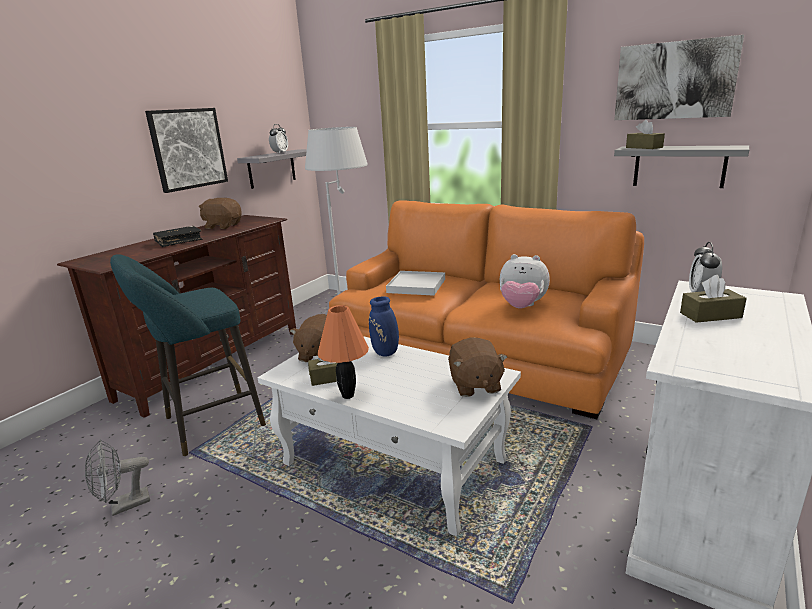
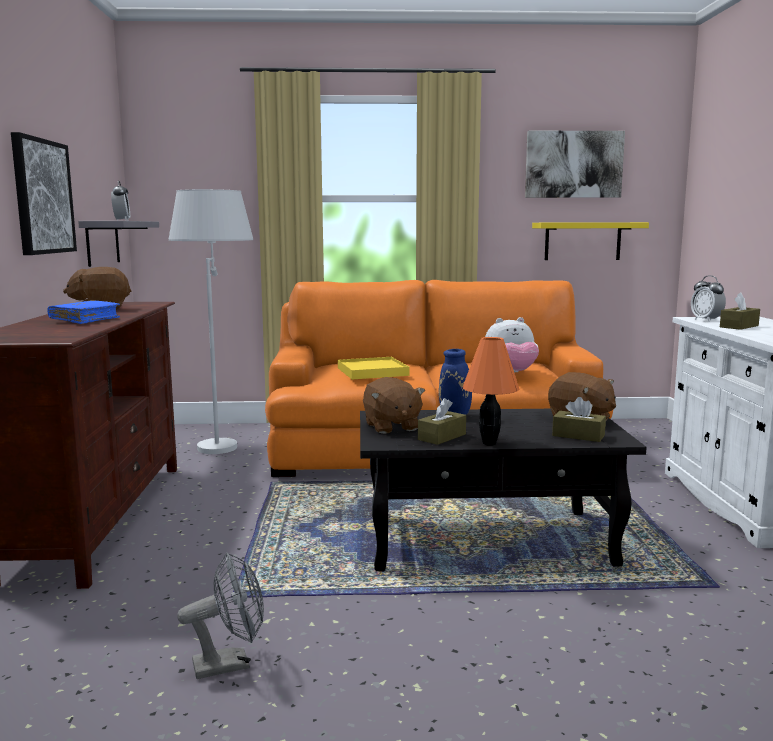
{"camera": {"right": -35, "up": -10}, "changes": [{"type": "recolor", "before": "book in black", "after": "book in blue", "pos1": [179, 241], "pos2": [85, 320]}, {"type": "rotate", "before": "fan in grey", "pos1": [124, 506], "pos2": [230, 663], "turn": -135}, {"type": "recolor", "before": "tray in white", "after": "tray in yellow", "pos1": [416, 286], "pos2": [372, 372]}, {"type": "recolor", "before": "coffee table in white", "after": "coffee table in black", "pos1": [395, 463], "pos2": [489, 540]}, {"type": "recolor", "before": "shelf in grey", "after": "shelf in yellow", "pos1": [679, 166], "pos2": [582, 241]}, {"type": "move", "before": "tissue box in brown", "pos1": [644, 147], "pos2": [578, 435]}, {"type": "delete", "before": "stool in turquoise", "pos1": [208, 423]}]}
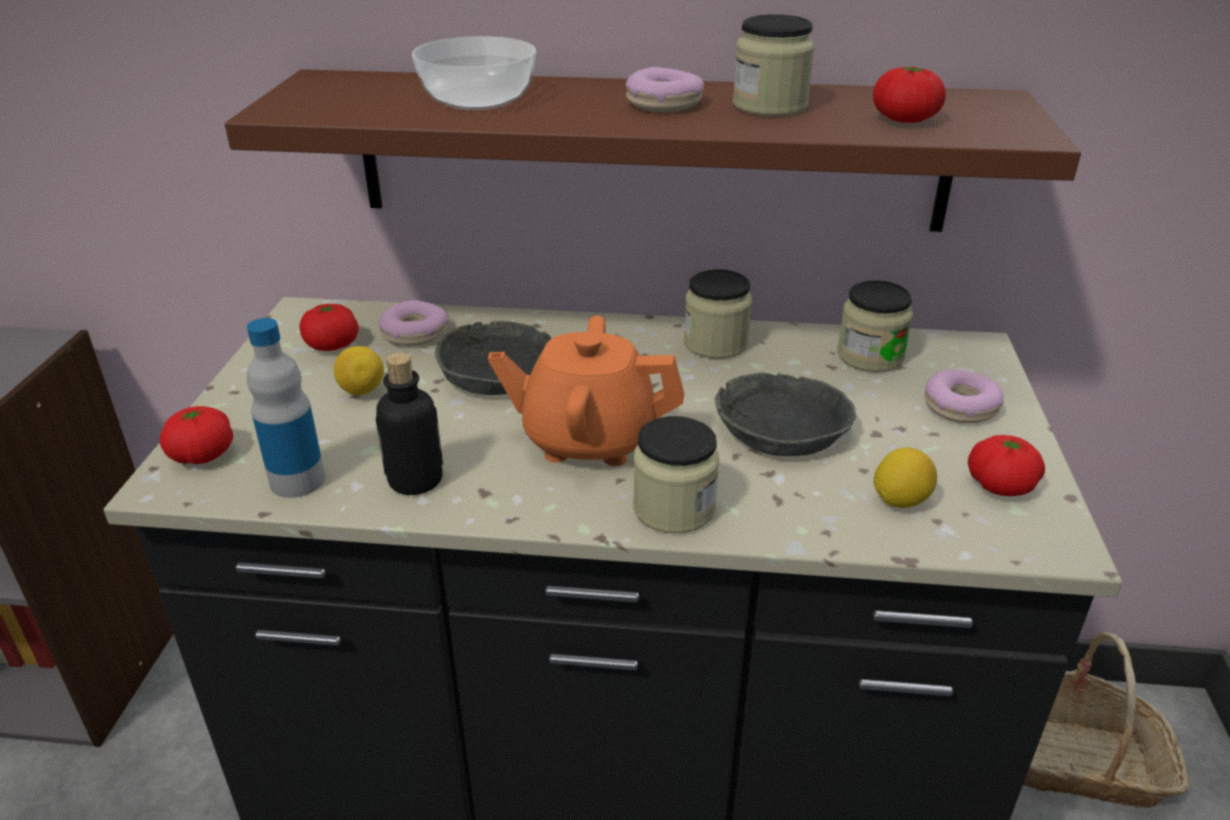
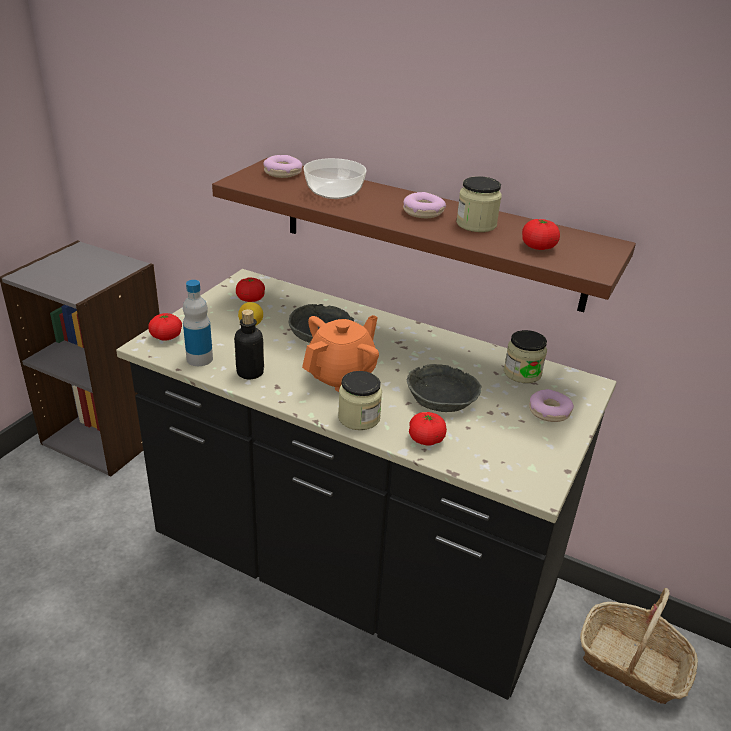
{"camera": {"right": 20, "up": 0}, "changes": [{"type": "move", "before": "donut", "pos1": [415, 333], "pos2": [283, 173]}, {"type": "rotate", "before": "teapot in orange", "pos1": [588, 439], "pos2": [341, 375], "turn": 105}, {"type": "move", "before": "tomato", "pos1": [1000, 486], "pos2": [426, 439]}, {"type": "delete", "before": "jar", "pos1": [715, 343]}, {"type": "delete", "before": "lemon", "pos1": [900, 500]}]}
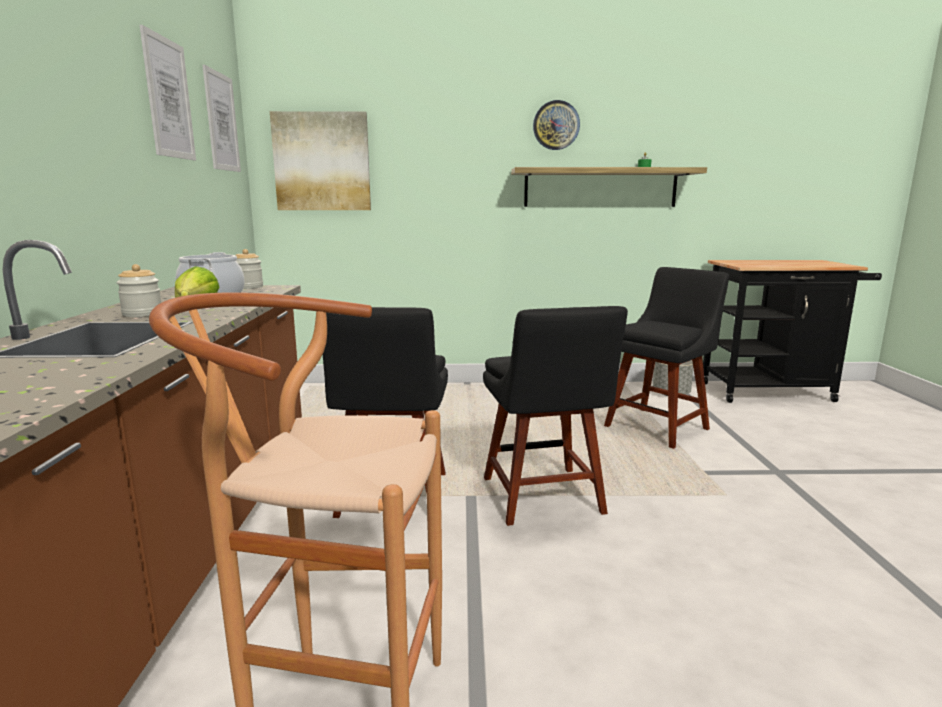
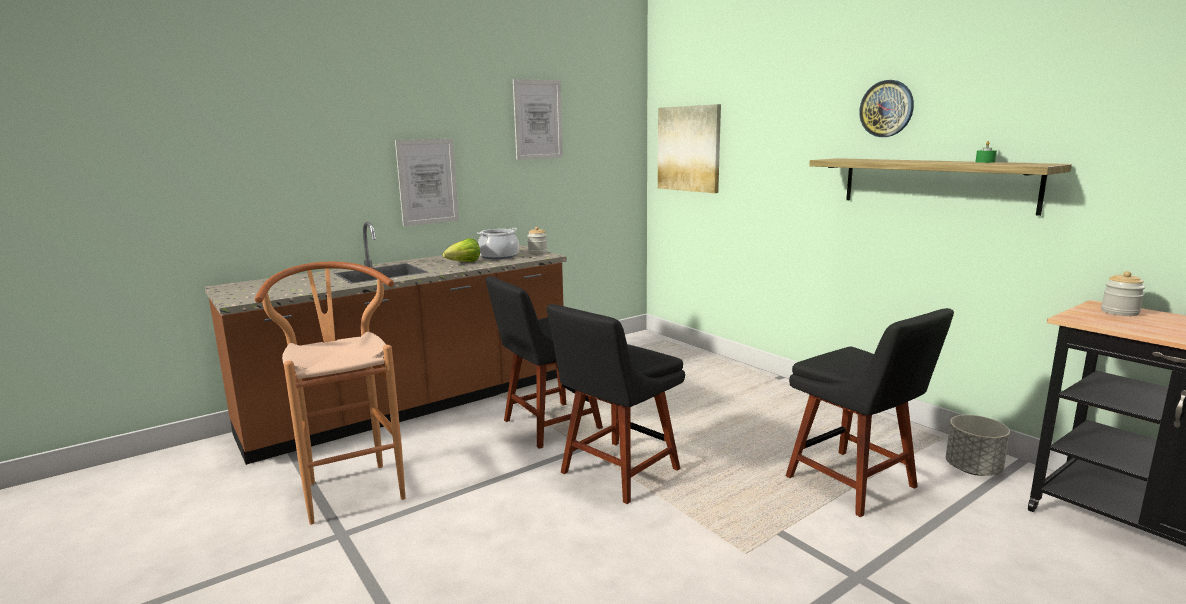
{"camera": {"right": 55, "up": 0}, "changes": [{"type": "move", "before": "picture", "pos1": [222, 122], "pos2": [427, 181]}, {"type": "rotate", "before": "chair in black", "pos1": [659, 426], "pos2": [856, 484], "turn": 45}, {"type": "move", "before": "jar", "pos1": [142, 314], "pos2": [1119, 312]}]}
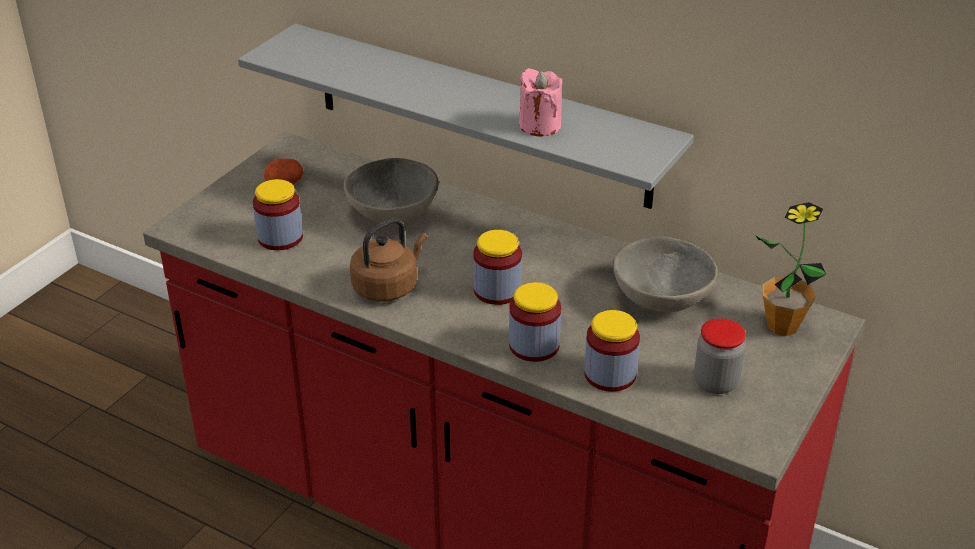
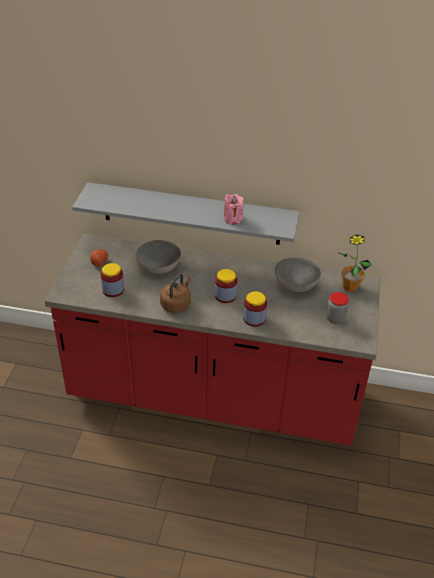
{"camera": {"right": -20, "up": 5}, "changes": [{"type": "delete", "before": "jar", "pos1": [610, 374]}]}
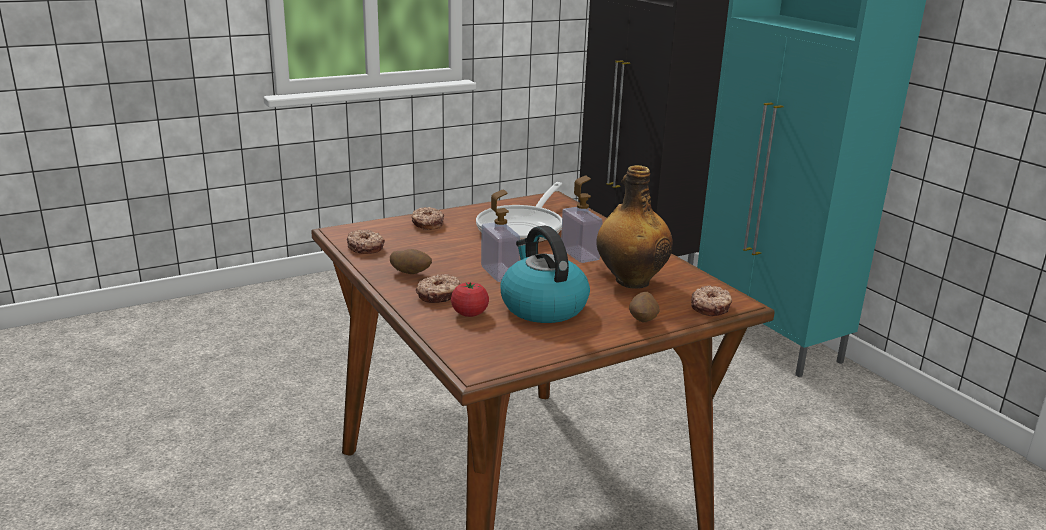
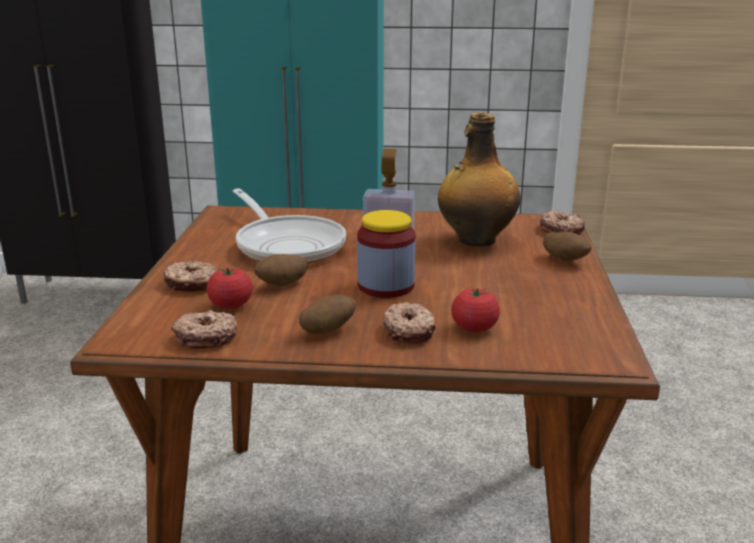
{"camera": {"right": -55, "up": 0}, "changes": [{"type": "insert", "after": "tomato", "pos2": [231, 305]}, {"type": "insert", "after": "potato", "pos2": [282, 285]}, {"type": "replace", "before": "soap dispenser", "after": "jar", "pos1": [499, 272], "pos2": [386, 286]}, {"type": "delete", "before": "kettle", "pos1": [542, 306]}]}
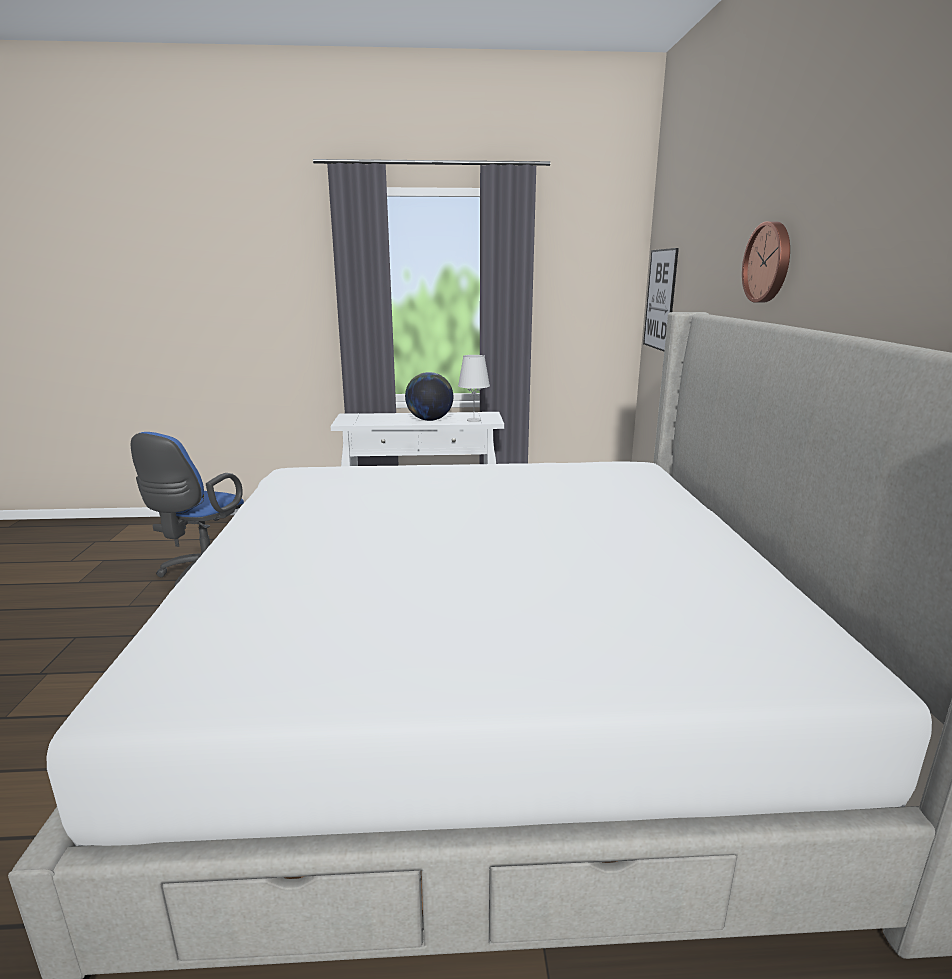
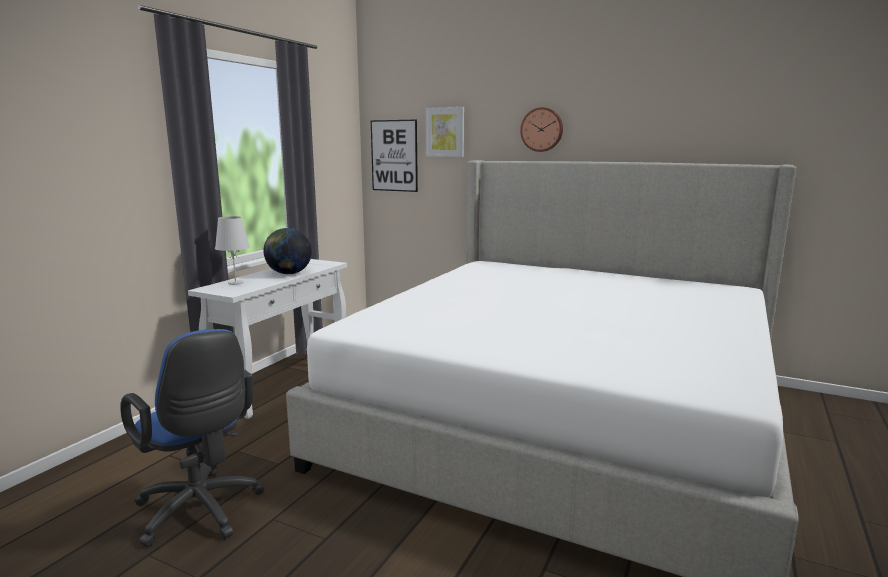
{"camera": {"right": -60, "up": -5}, "changes": [{"type": "move", "before": "table lamp in white", "pos1": [473, 420], "pos2": [235, 283]}, {"type": "insert", "after": "picture", "pos2": [445, 132]}]}
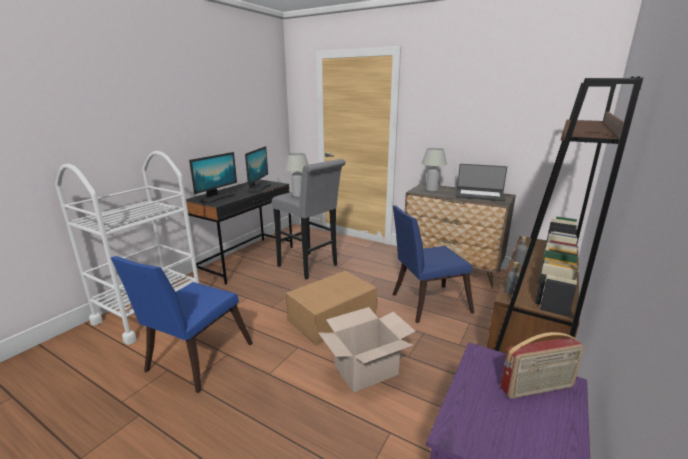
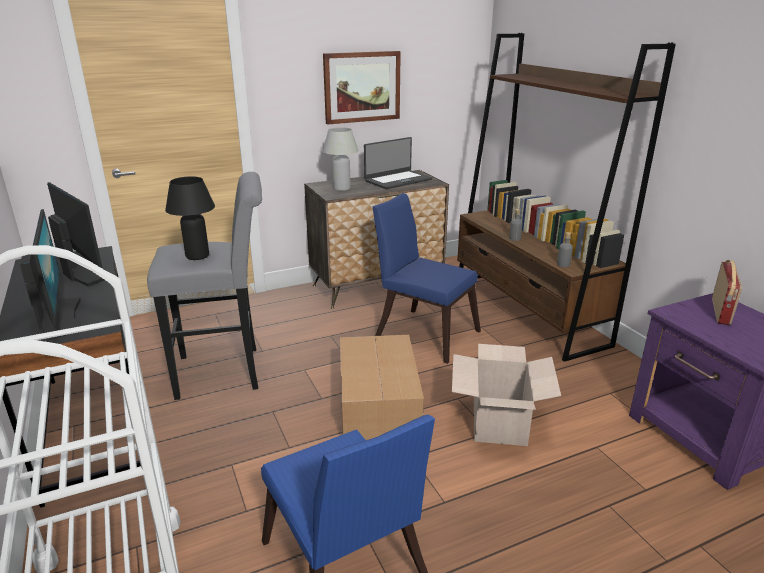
{"camera": {"right": -55, "up": 5}, "changes": [{"type": "recolor", "before": "table lamp in white", "after": "table lamp in black", "pos1": [298, 195], "pos2": [197, 256]}, {"type": "insert", "after": "picture", "pos2": [362, 87]}, {"type": "rotate", "before": "chair in blue", "pos1": [425, 303], "pos2": [422, 332], "turn": 105}]}
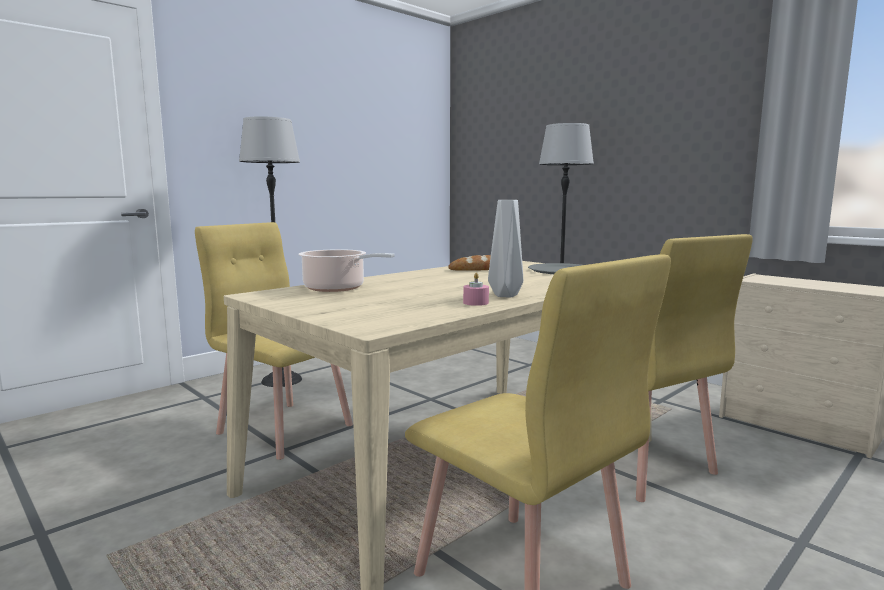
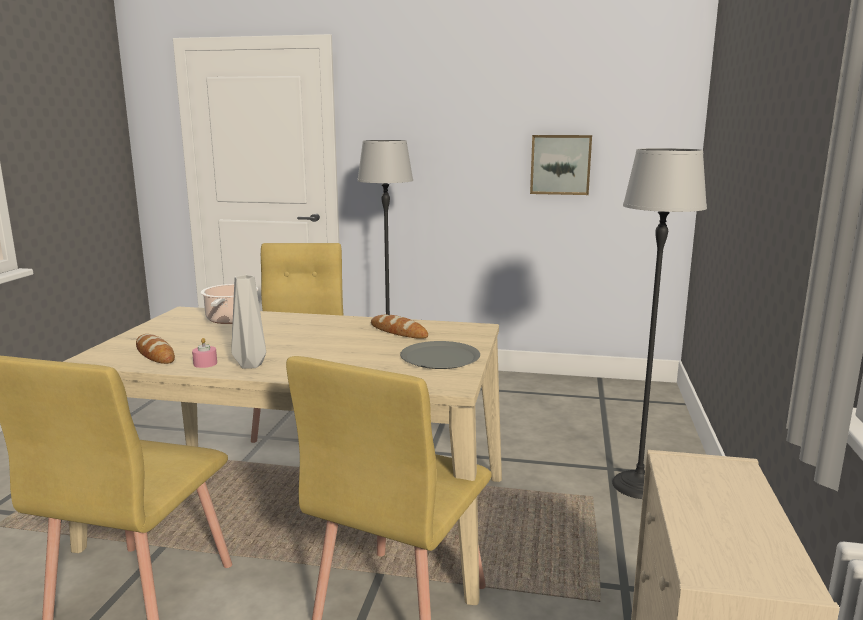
{"camera": {"right": 55, "up": 5}, "changes": [{"type": "insert", "after": "bread", "pos2": [155, 354]}, {"type": "insert", "after": "picture", "pos2": [560, 164]}]}
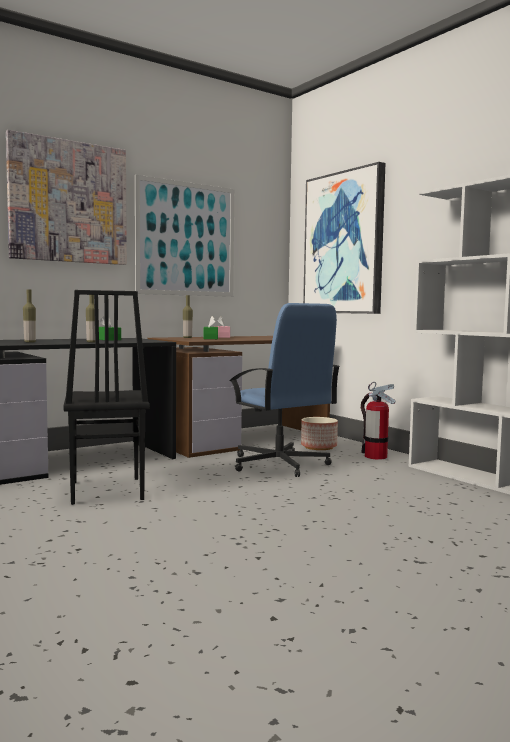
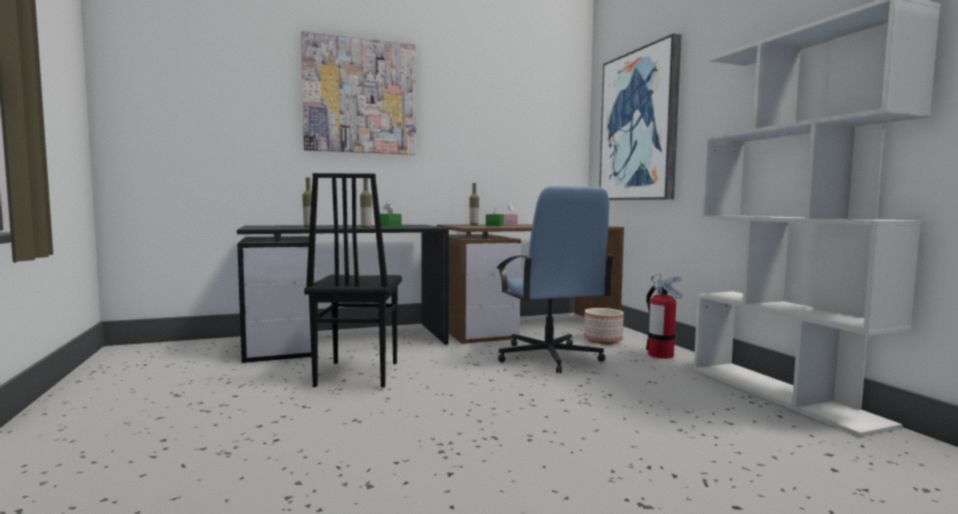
{"camera": {"right": 15, "up": 0}, "changes": [{"type": "delete", "before": "picture", "pos1": [186, 239]}]}
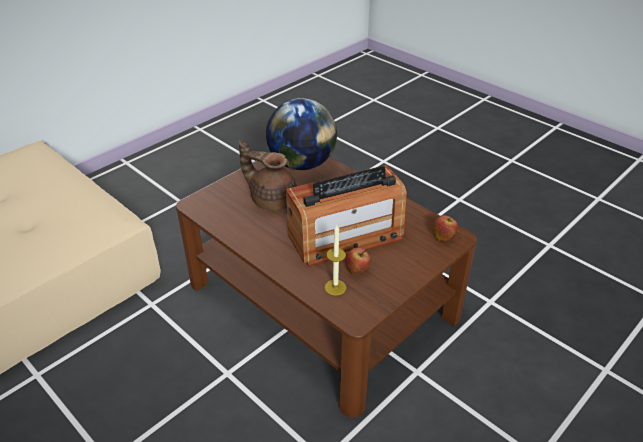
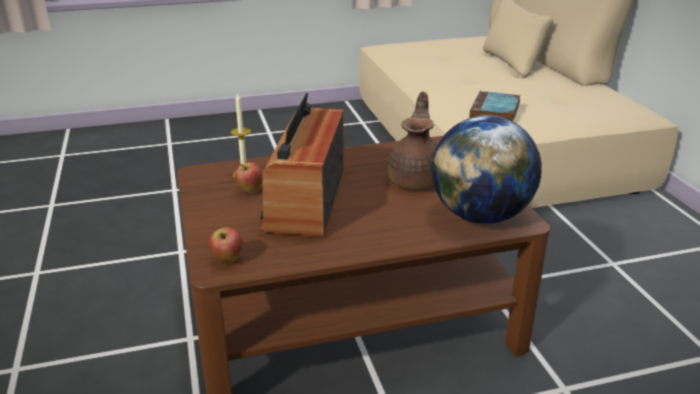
{"camera": {"right": 120, "up": -10}, "changes": [{"type": "rotate", "before": "teapot in brown", "pos1": [272, 199], "pos2": [417, 179], "turn": -45}, {"type": "insert", "after": "book", "pos2": [495, 113]}]}
